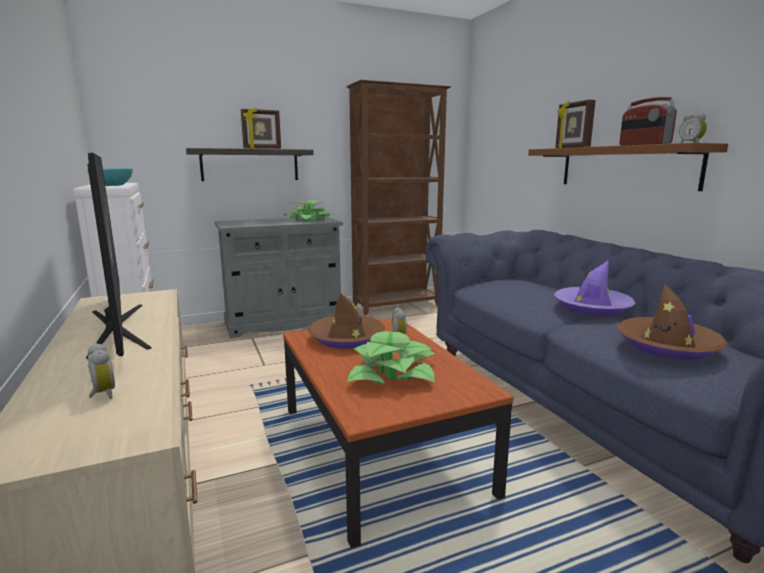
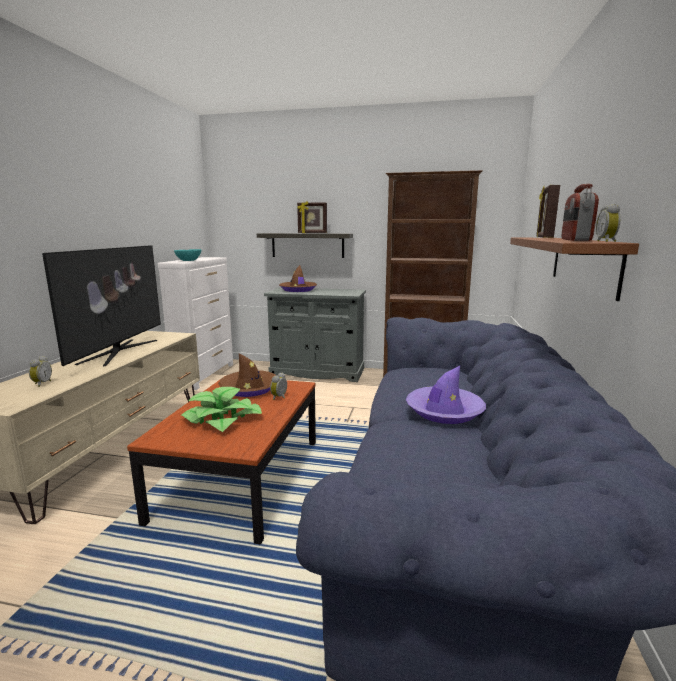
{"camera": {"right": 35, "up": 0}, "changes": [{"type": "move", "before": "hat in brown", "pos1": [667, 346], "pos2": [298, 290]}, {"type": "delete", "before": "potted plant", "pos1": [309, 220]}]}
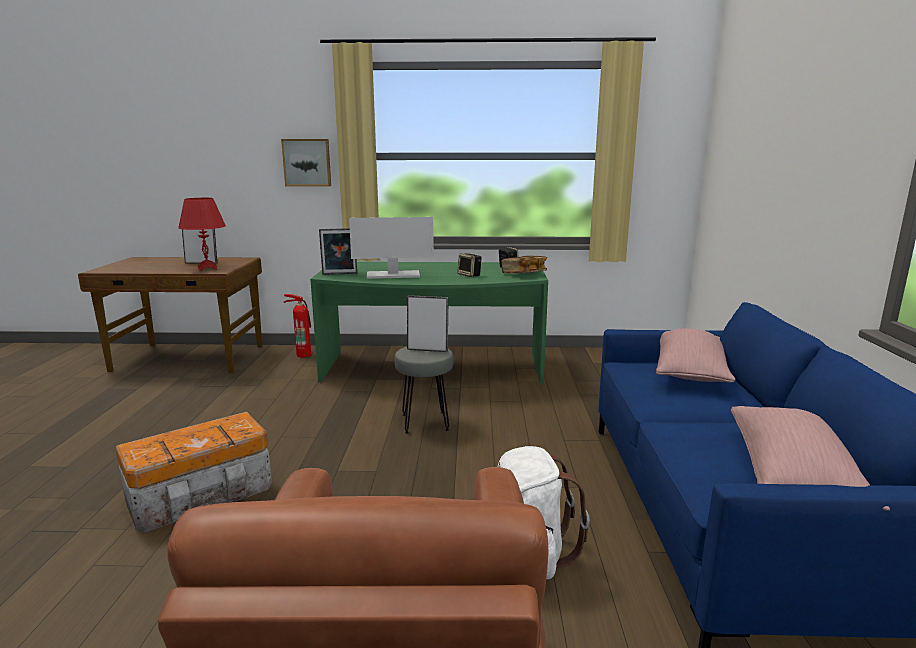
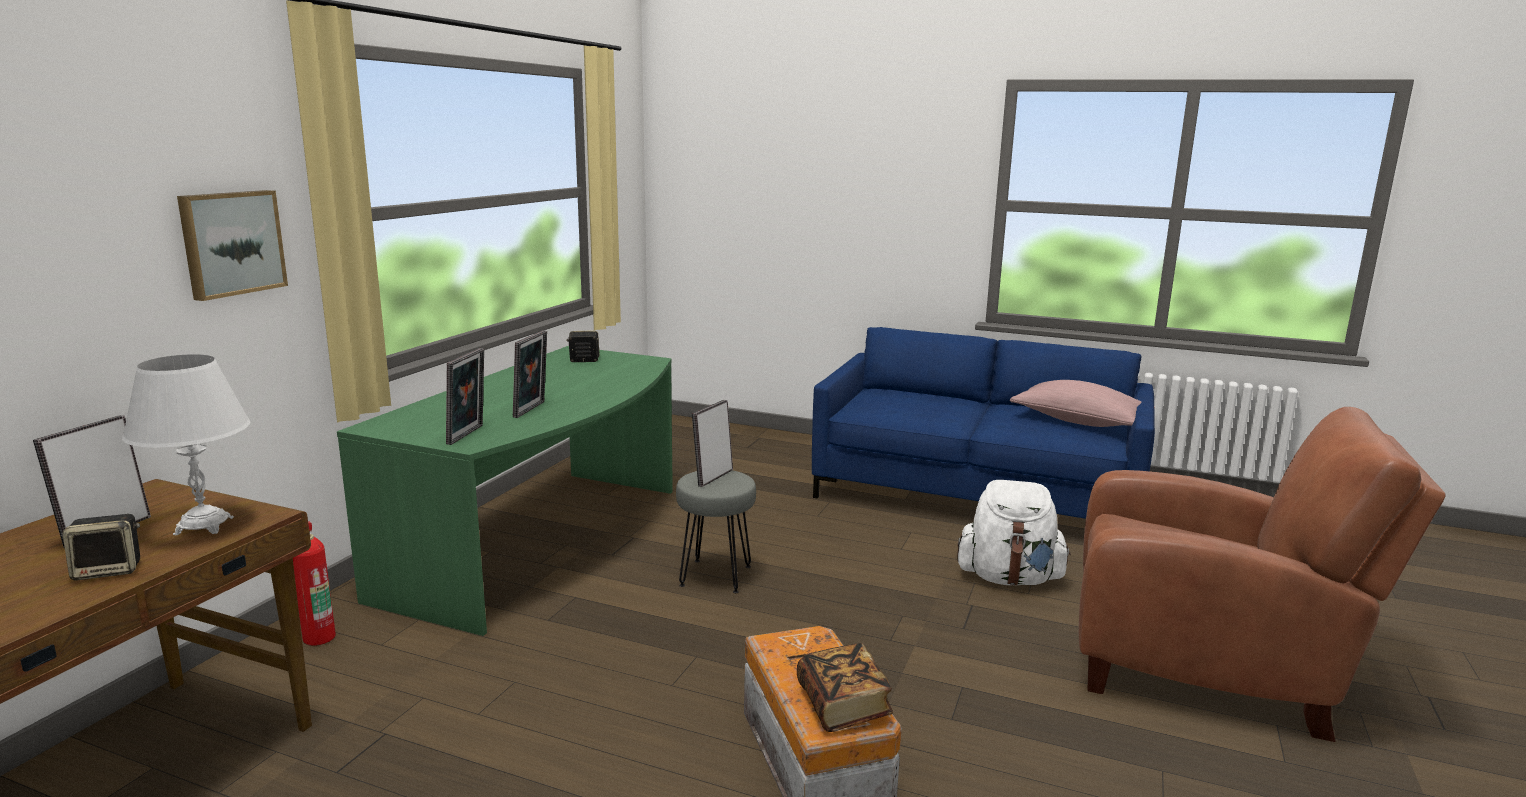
{"camera": {"right": -70, "up": 0}, "changes": [{"type": "move", "before": "speaker", "pos1": [469, 275], "pos2": [109, 570]}, {"type": "recolor", "before": "table lamp in red", "after": "table lamp in white", "pos1": [207, 268], "pos2": [204, 526]}, {"type": "replace", "before": "monitor", "after": "picture frame", "pos1": [392, 275], "pos2": [532, 410]}, {"type": "move", "before": "book", "pos1": [524, 274], "pos2": [843, 705]}, {"type": "delete", "before": "pillow in pink", "pos1": [690, 372]}]}
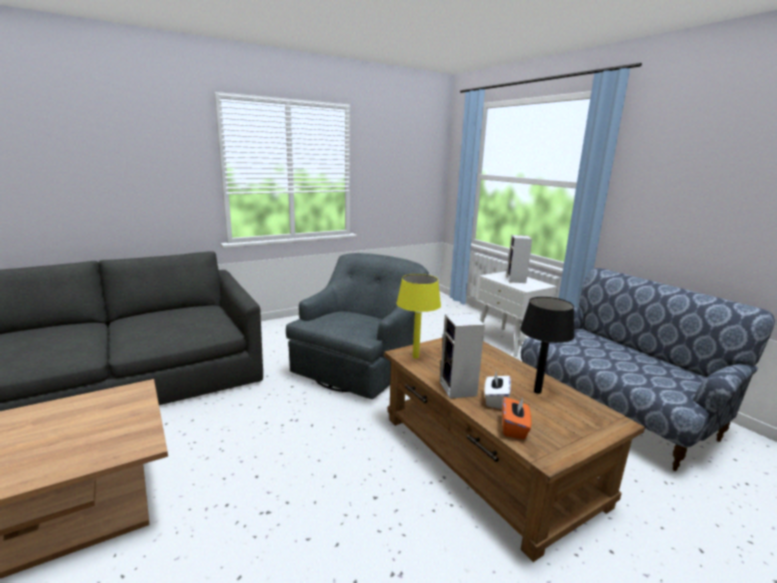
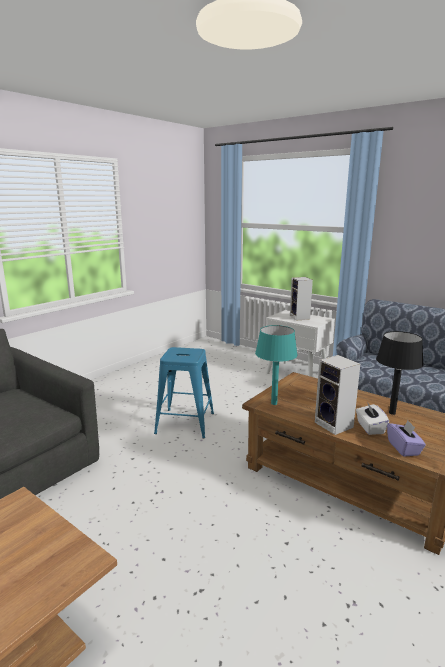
{"camera": {"right": -20, "up": 0}, "changes": [{"type": "replace", "before": "armchair in grey", "after": "stool in blue", "pos1": [359, 366], "pos2": [185, 423]}, {"type": "recolor", "before": "table lamp in yellow", "after": "table lamp in turquoise", "pos1": [416, 356], "pos2": [274, 403]}, {"type": "recolor", "before": "tissue box in orange", "after": "tissue box in purple", "pos1": [514, 428], "pos2": [404, 448]}]}
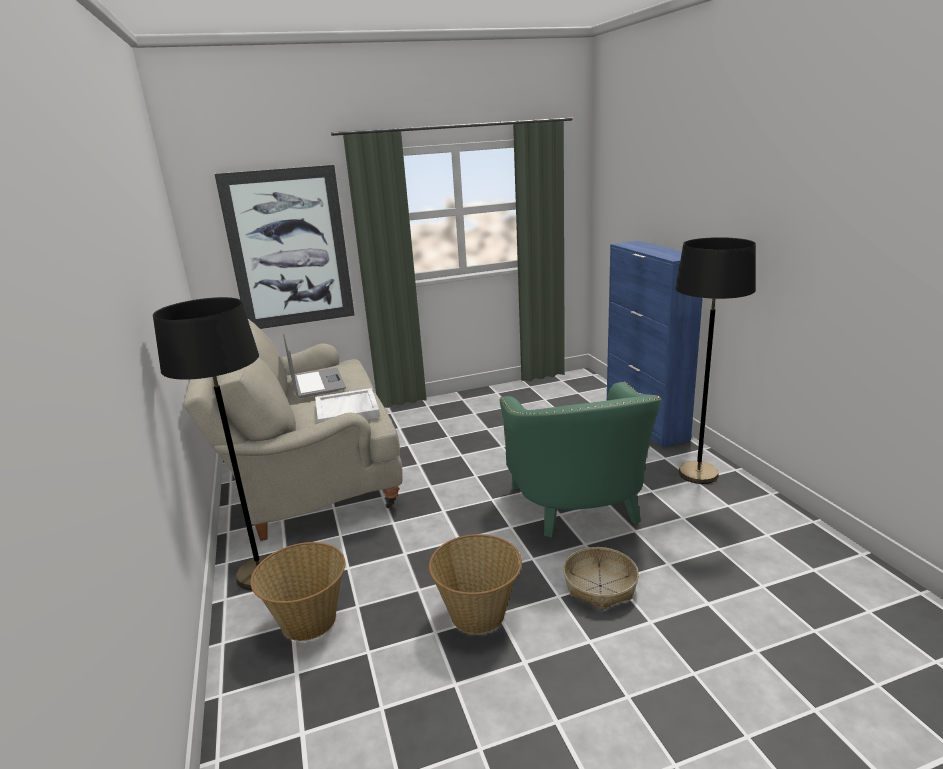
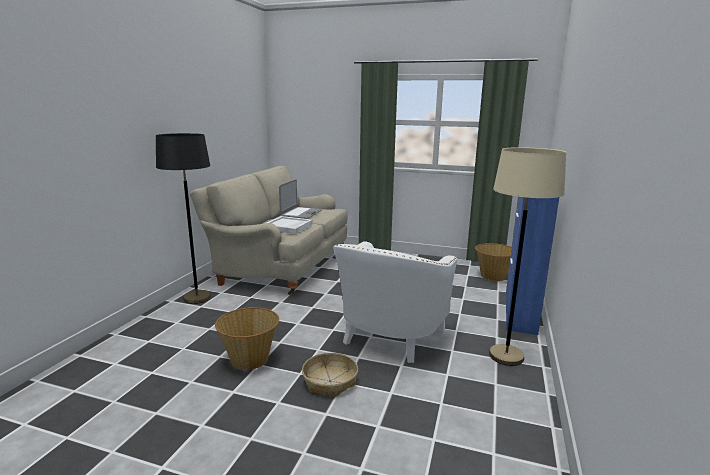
{"camera": {"right": 35, "up": -5}, "changes": [{"type": "recolor", "before": "armchair in green", "after": "armchair in white", "pos1": [580, 507], "pos2": [388, 338]}, {"type": "move", "before": "basket", "pos1": [308, 621], "pos2": [493, 276]}, {"type": "recolor", "before": "floor lamp in black", "after": "floor lamp in beige", "pos1": [698, 474], "pos2": [506, 356]}, {"type": "delete", "before": "picture", "pos1": [289, 249]}]}
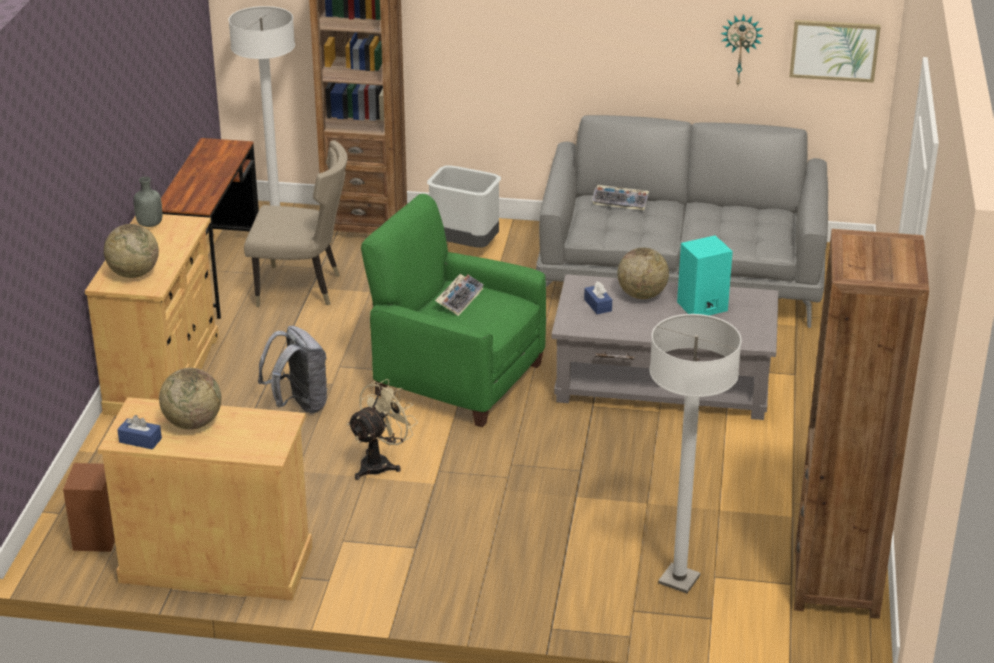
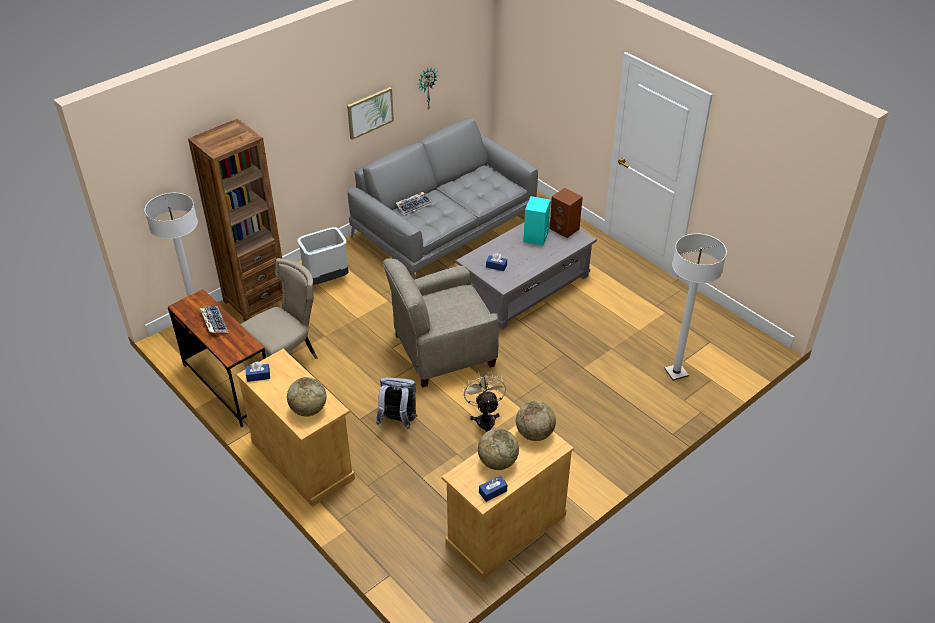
{"camera": {"right": -50, "up": 10}, "changes": [{"type": "move", "before": "keyboard", "pos1": [459, 298], "pos2": [214, 322]}, {"type": "replace", "before": "bottle in grey", "after": "tissue box in blue", "pos1": [149, 224], "pos2": [258, 376]}, {"type": "move", "before": "picture", "pos1": [834, 50], "pos2": [370, 112]}, {"type": "recolor", "before": "armchair in green", "after": "armchair in beige", "pos1": [457, 378], "pos2": [442, 350]}, {"type": "move", "before": "globe", "pos1": [642, 295], "pos2": [535, 434]}, {"type": "move", "before": "speaker in brown", "pos1": [97, 538], "pos2": [565, 229]}, {"type": "delete", "before": "bookcase in brown", "pos1": [836, 582]}]}
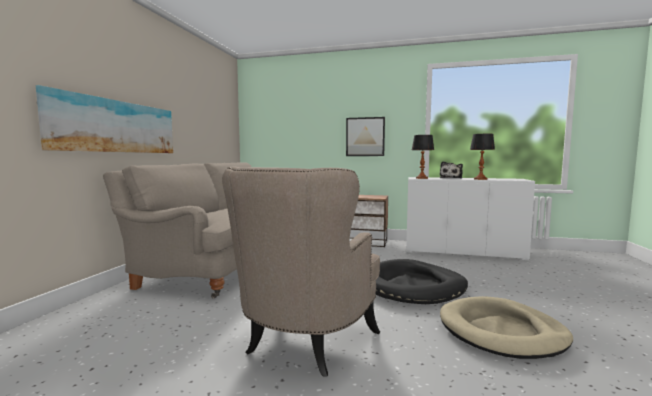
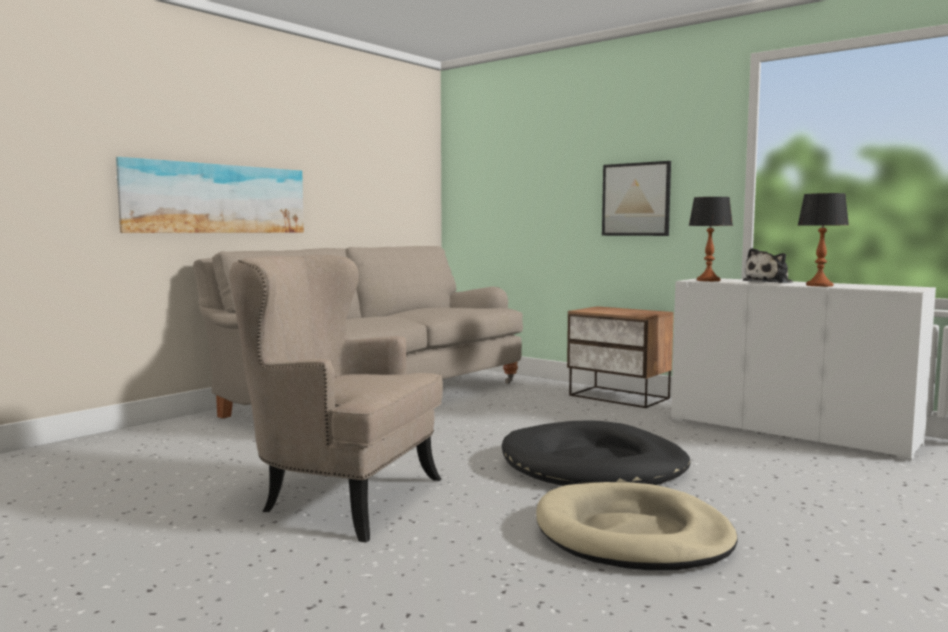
{"camera": {"right": 25, "up": 0}, "changes": [{"type": "rotate", "before": "armchair in beige", "pos1": [303, 344], "pos2": [339, 498], "turn": 60}]}
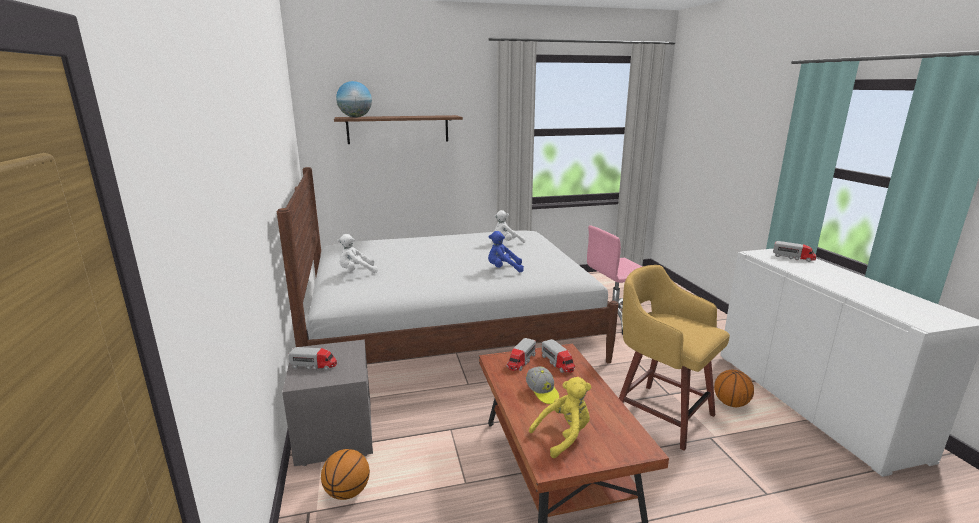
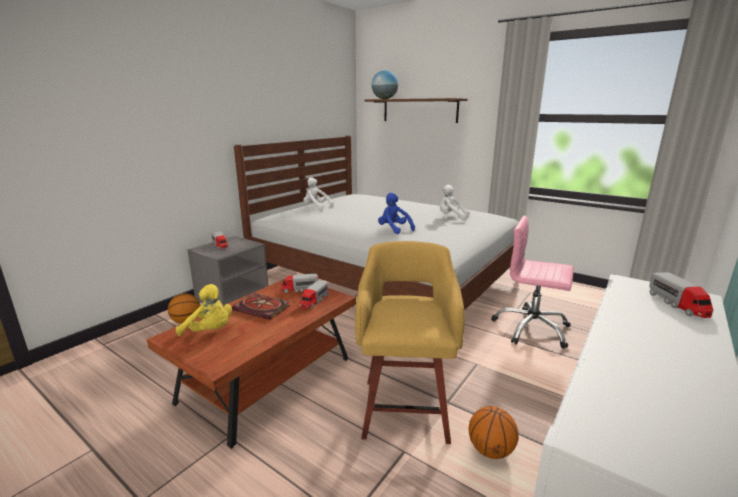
{"camera": {"right": 50, "up": 0}, "changes": [{"type": "replace", "before": "cap", "after": "book", "pos1": [542, 392], "pos2": [263, 308]}]}
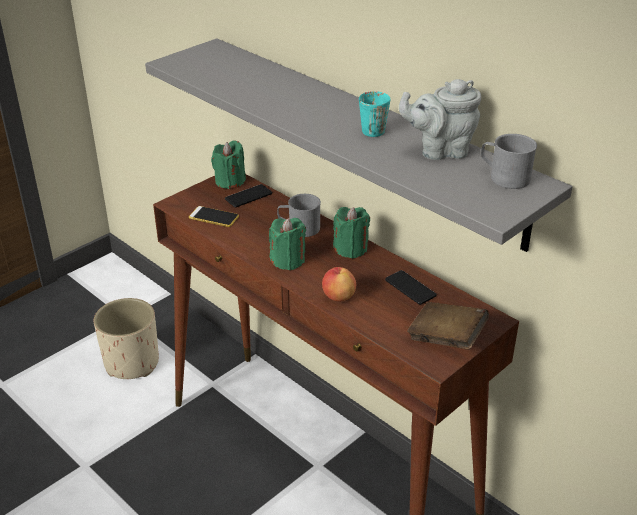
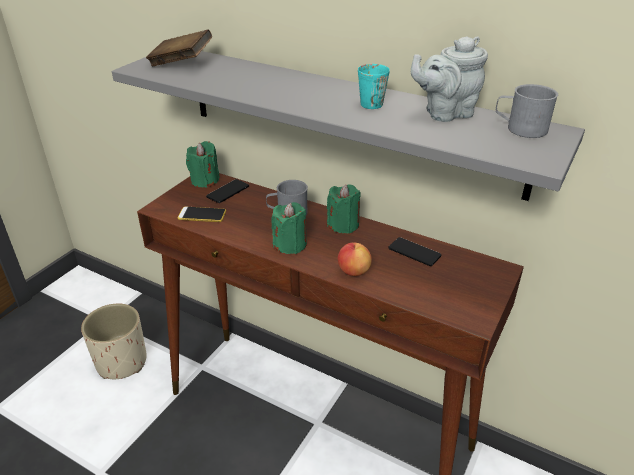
{"camera": {"right": -15, "up": 0}, "changes": [{"type": "move", "before": "book in brown", "pos1": [446, 339], "pos2": [181, 63]}]}
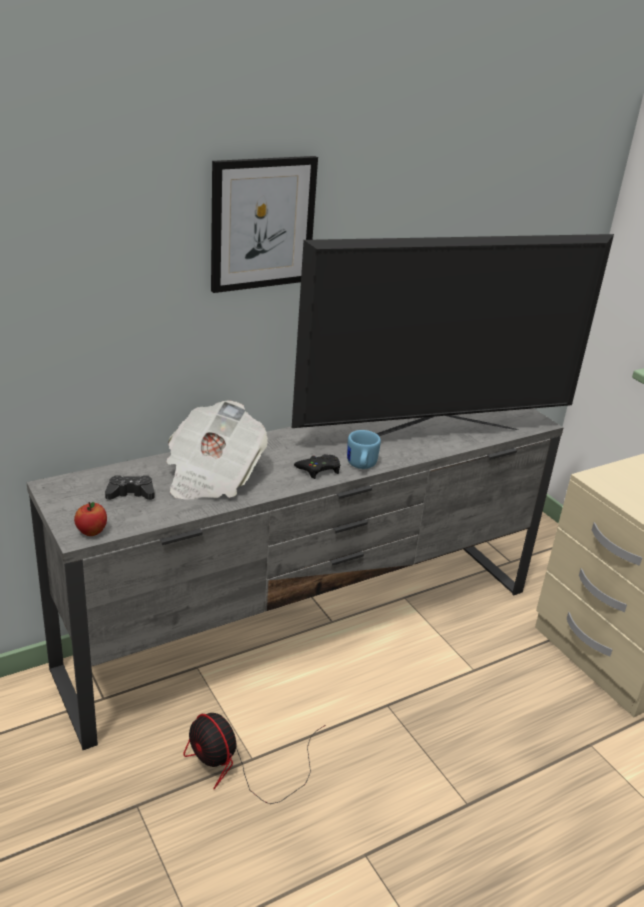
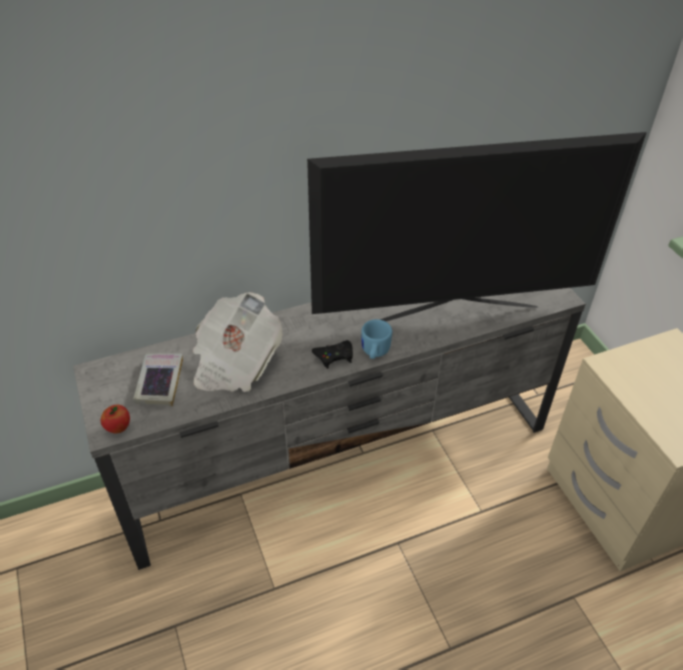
{"camera": {"right": 10, "up": 15}, "changes": [{"type": "replace", "before": "game controller in black", "after": "book", "pos1": [131, 493], "pos2": [159, 382]}, {"type": "delete", "before": "fan", "pos1": [240, 767]}, {"type": "delete", "before": "picture", "pos1": [262, 223]}]}
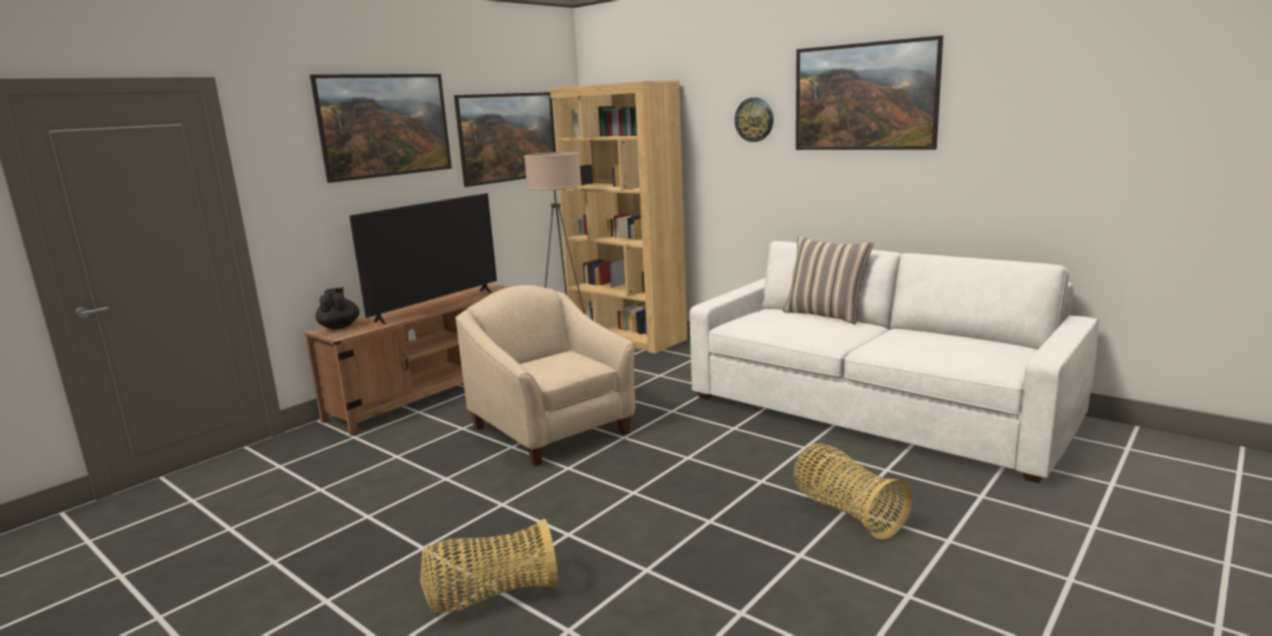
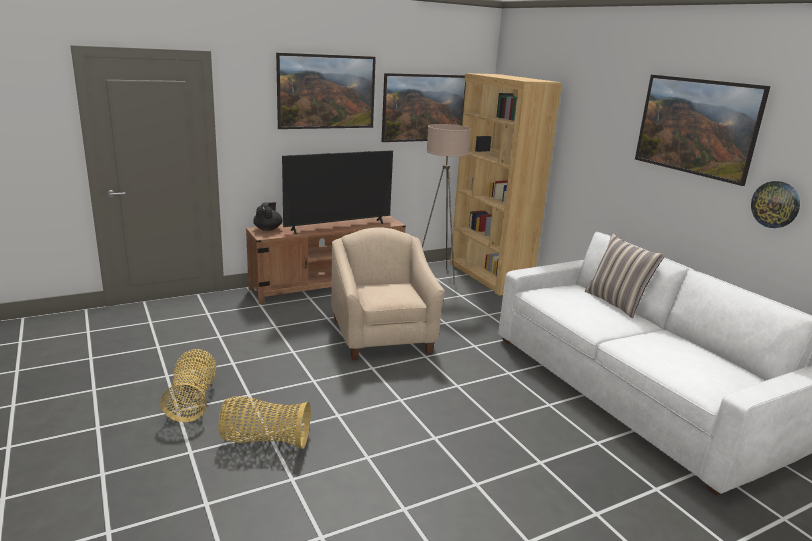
{"camera": {"right": 20, "up": 5}, "changes": [{"type": "move", "before": "basket", "pos1": [846, 512], "pos2": [193, 399]}, {"type": "move", "before": "wall clock", "pos1": [754, 119], "pos2": [775, 204]}]}
